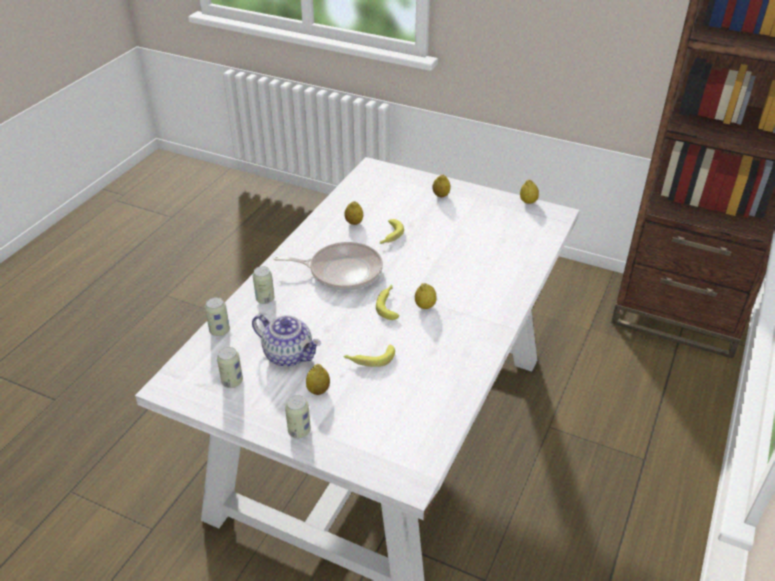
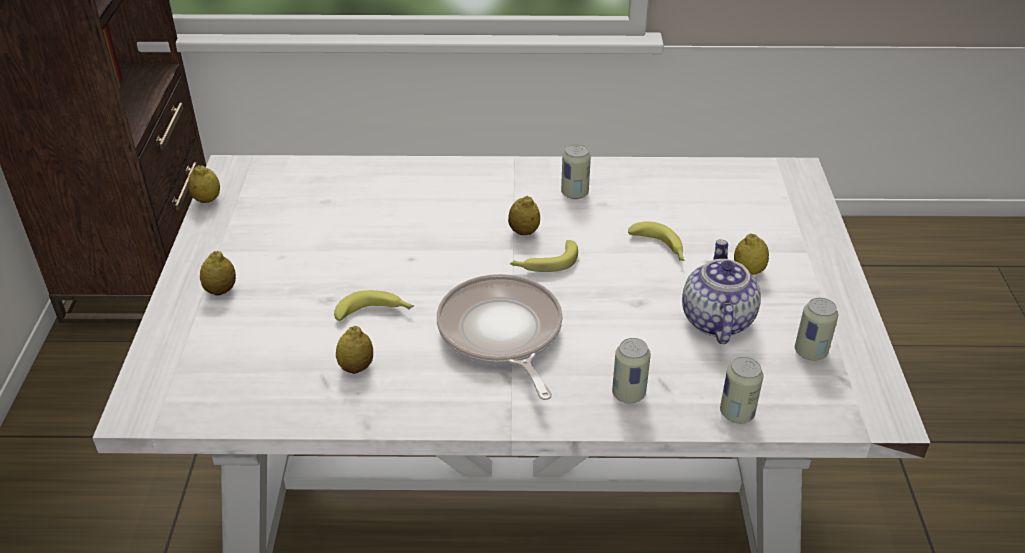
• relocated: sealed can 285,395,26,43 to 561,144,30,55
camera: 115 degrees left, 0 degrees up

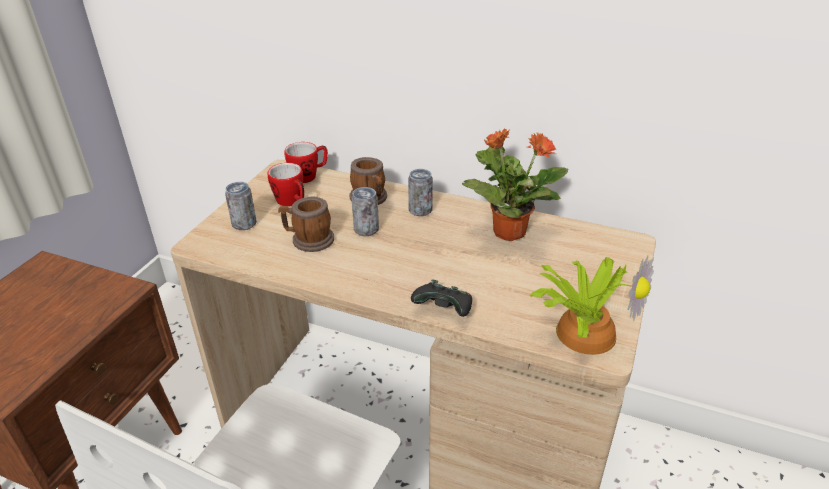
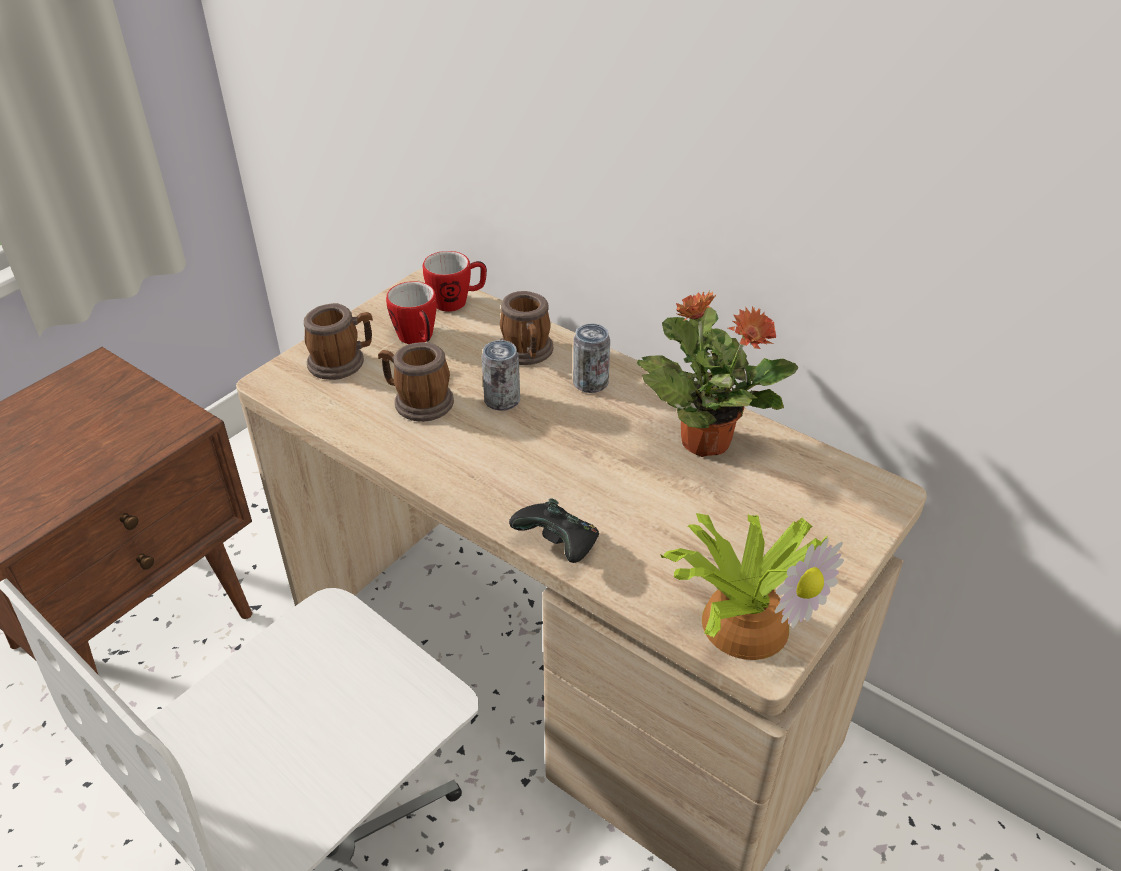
• exchanged: sealed can 225,182,32,48 to coffee mug 304,303,69,77
camera: 15 degrees right, 5 degrees up

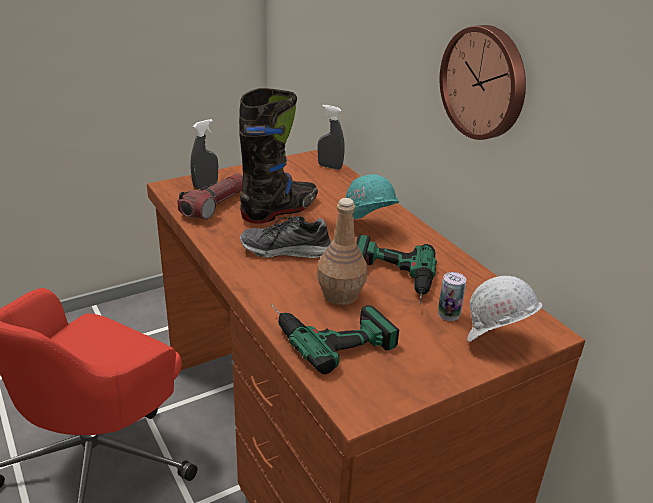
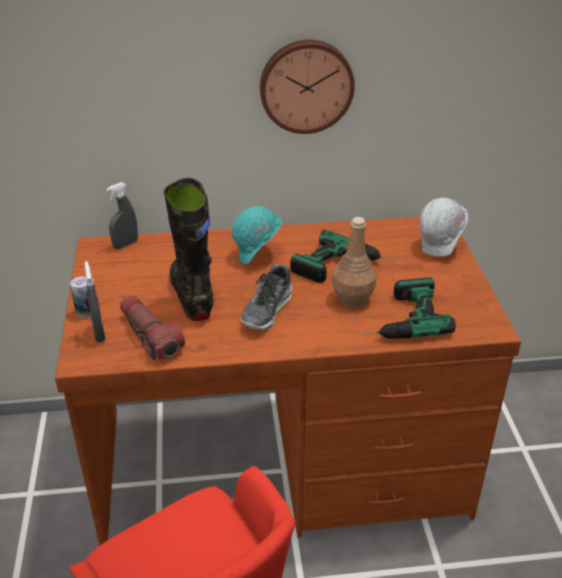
• relocated: sealed can 438,272,28,49 to 70,276,21,42
camera: 65 degrees left, 5 degrees up

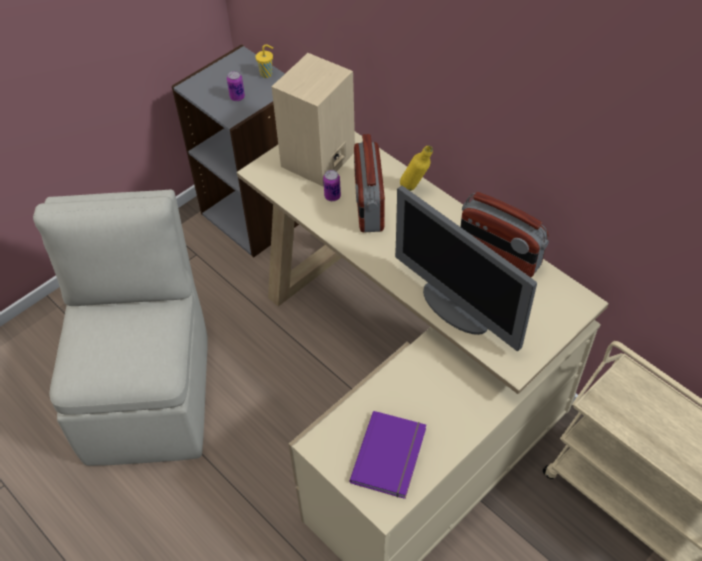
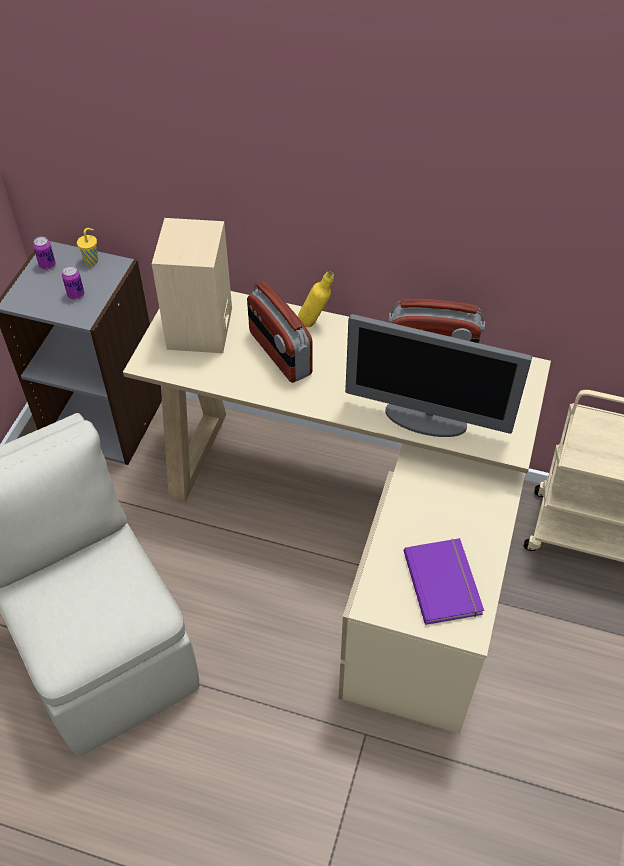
• relocated: sealed can 323,170,18,31 to 33,236,23,34
camera: 30 degrees left, 0 degrees up

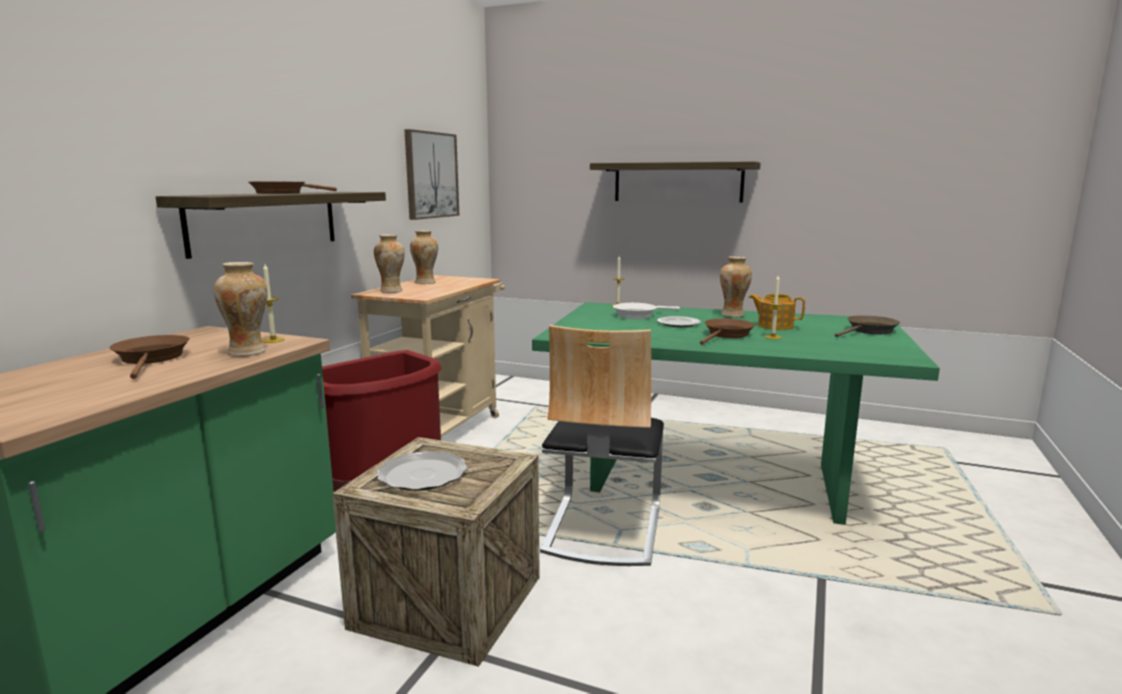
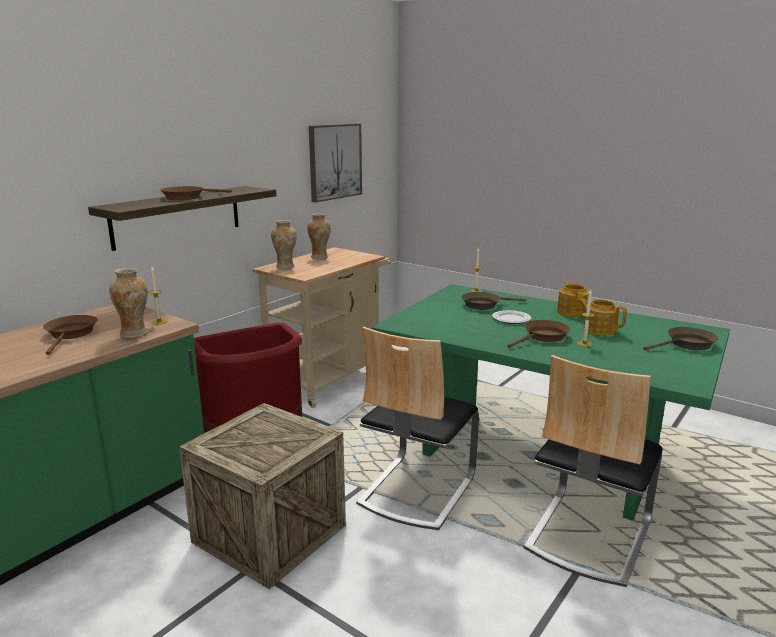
• missing: wall shelf 590,161,171,42
• exchanged: decorative vase 720,256,32,61 to tea pot 557,281,32,36
• colour: skillet (white-coloured) 613,303,67,16 to skillet (brown-coloured) 461,292,66,18
• missing: flat dish 377,451,91,40
• appeared: plain chair 524,355,139,232
camera: 15 degrees right, 5 degrees up

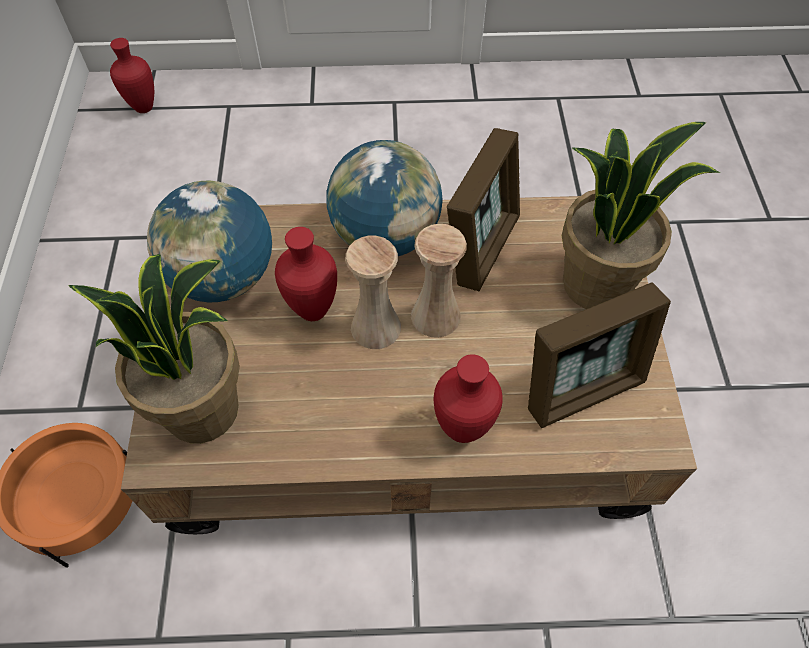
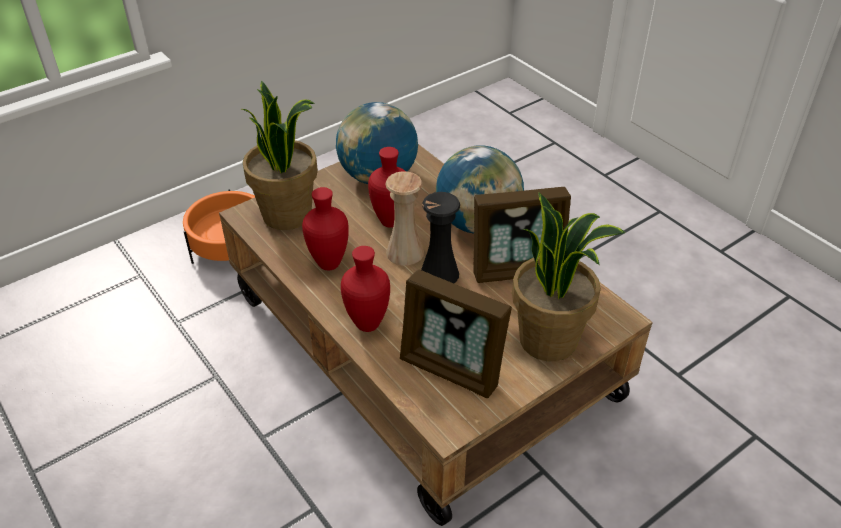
• relocated: decorative vase (red) 110,38,44,75 to 302,187,47,83
• colour: decorative vase (beige) 411,224,56,114 to decorative vase (black-coloured) 421,192,39,91
camera: 55 degrees right, 15 degrees down

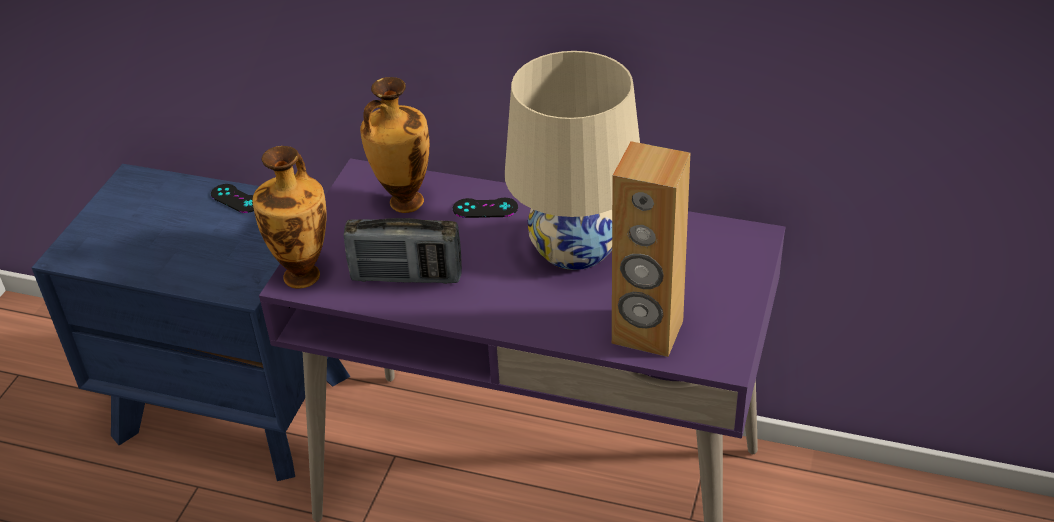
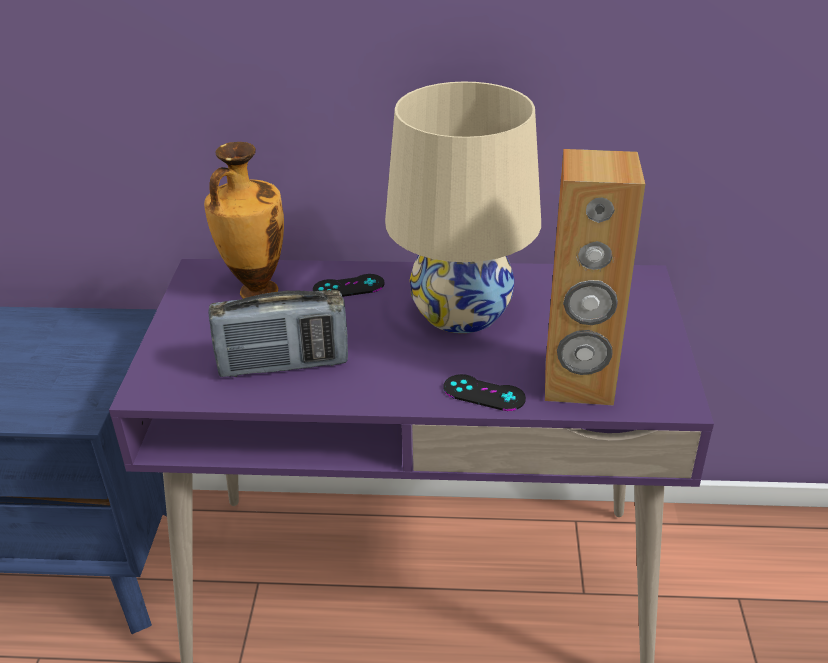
• missing: decorative vase 253,146,74,143
• relocated: joypad (black-coloured) 211,184,43,29 to 444,374,82,37
camera: 15 degrees left, 5 degrees down

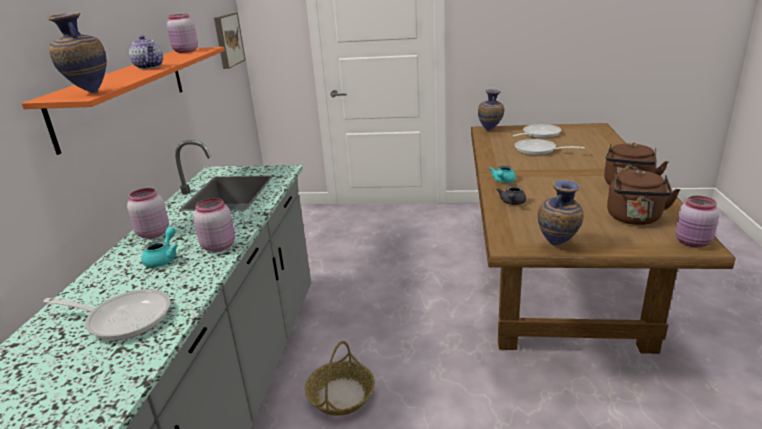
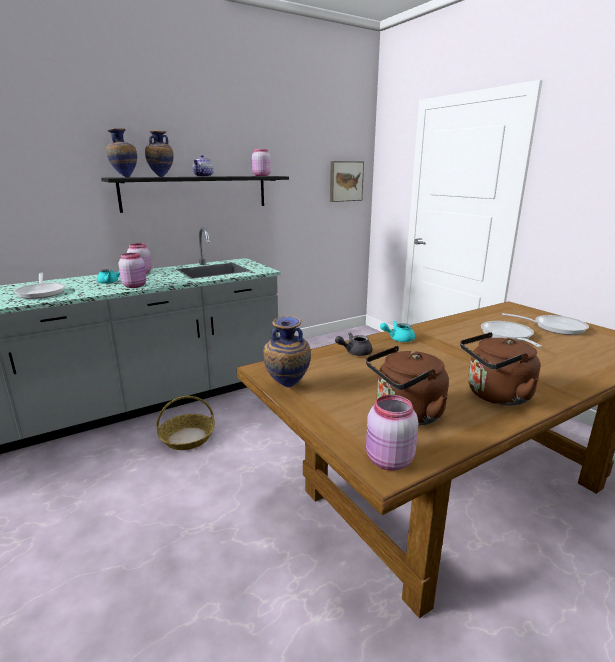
• colour: wall shelf (orange-coloured) 22,47,203,108 to wall shelf (black-coloured) 101,176,188,37
• relocated: decorative vase 478,89,26,42 to 145,130,29,47
camera: 50 degrees right, 5 degrees down

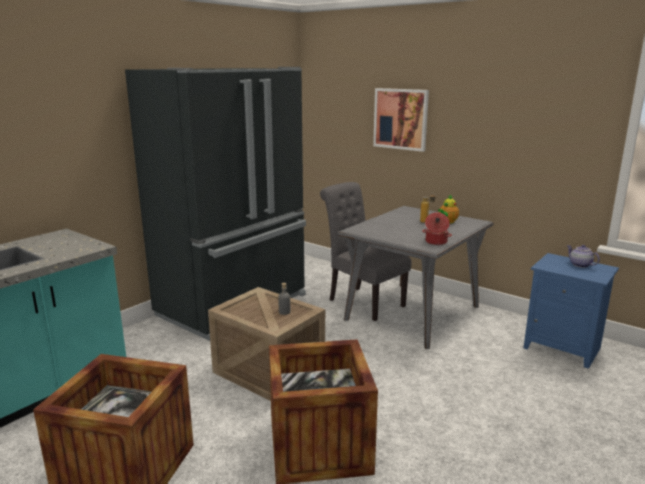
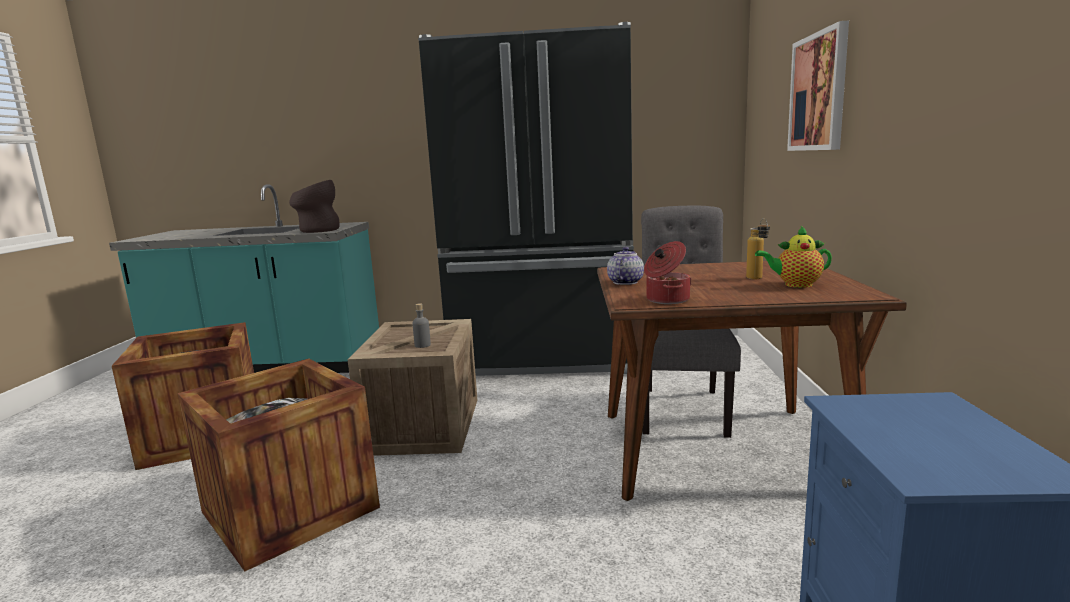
• colour: kitchen table (grey) 338,206,155,143 to kitchen table (brown-coloured) 597,261,310,240
• relocated: tea pot 567,245,33,23 to 607,247,37,38
• appeared: decorative vase (brown-coloured) 289,180,50,53
camera: 55 degrees right, 5 degrees down

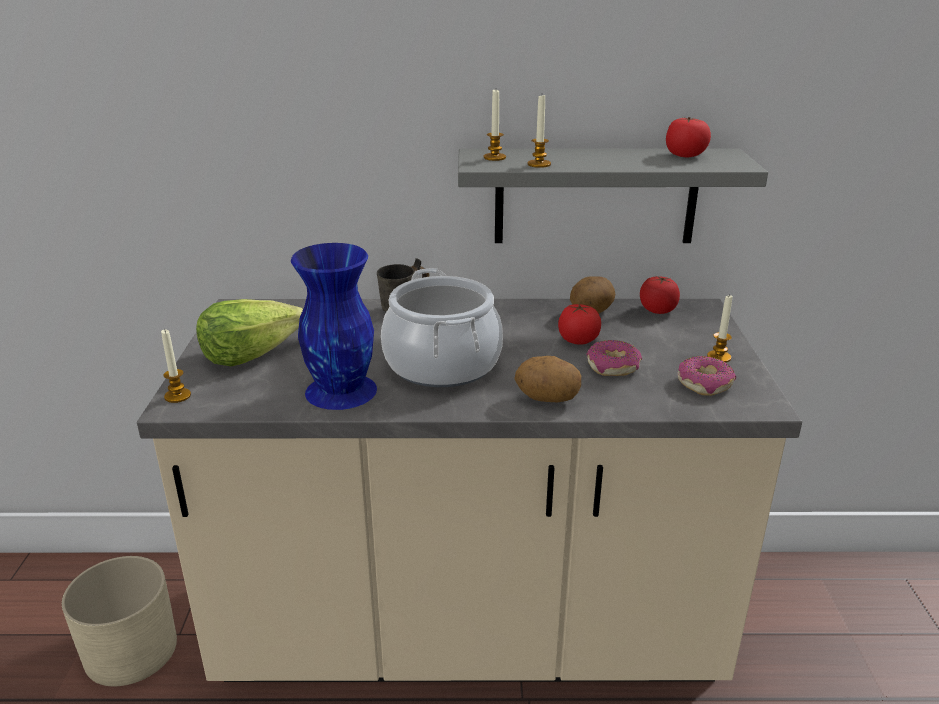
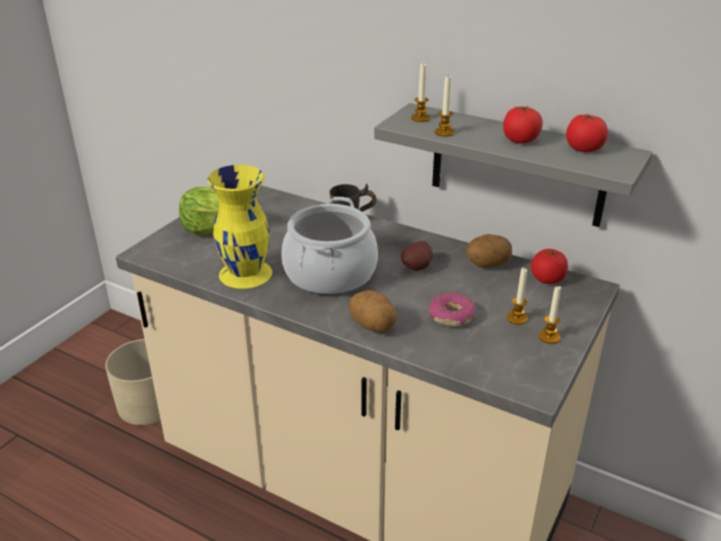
• colour: decorative vase (blue) 291,243,86,167 to decorative vase (yellow) 207,165,65,124
• relocated: tomato 558,303,43,42 to 503,106,40,37
• relocated: wax light 161,329,30,74 to 507,268,21,57
• missing: donut 678,356,58,40
• appeared: potato 401,241,32,30
camera: 30 degrees right, 5 degrees up

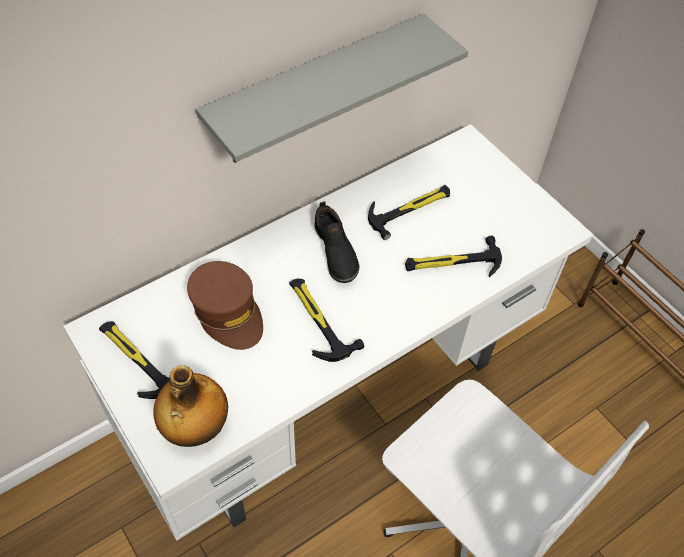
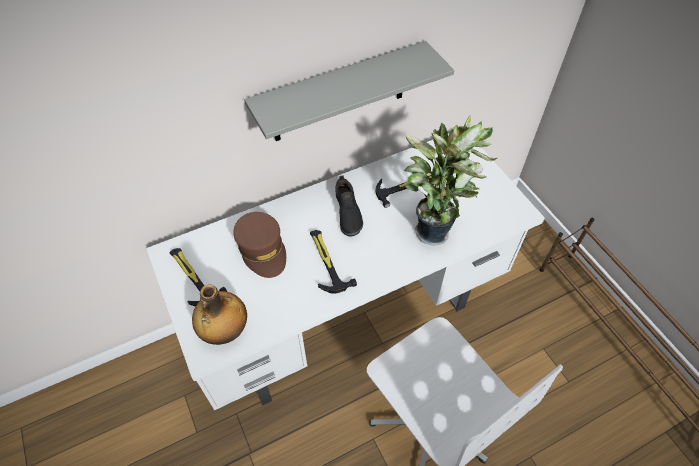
• exchanged: hand hammer 405,236,97,41 to houseplant 404,115,93,131
camera: 10 degrees right, 0 degrees up

